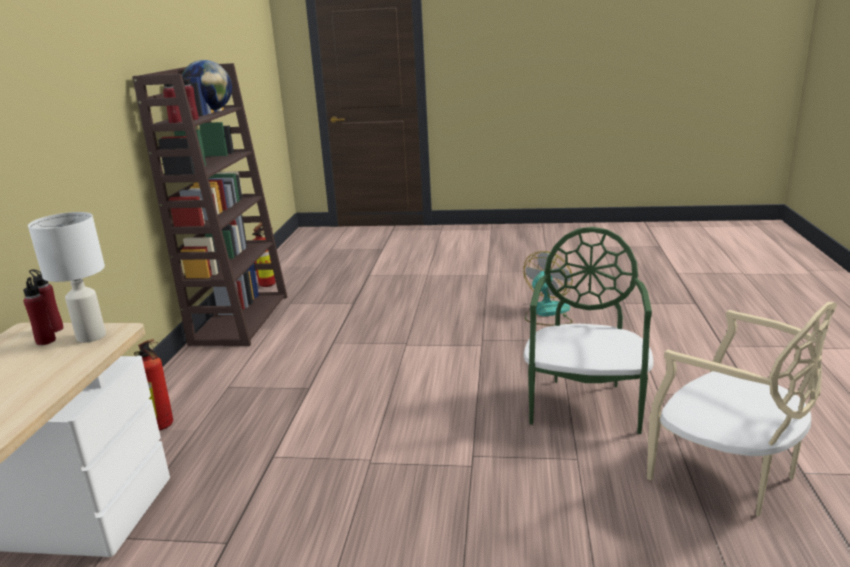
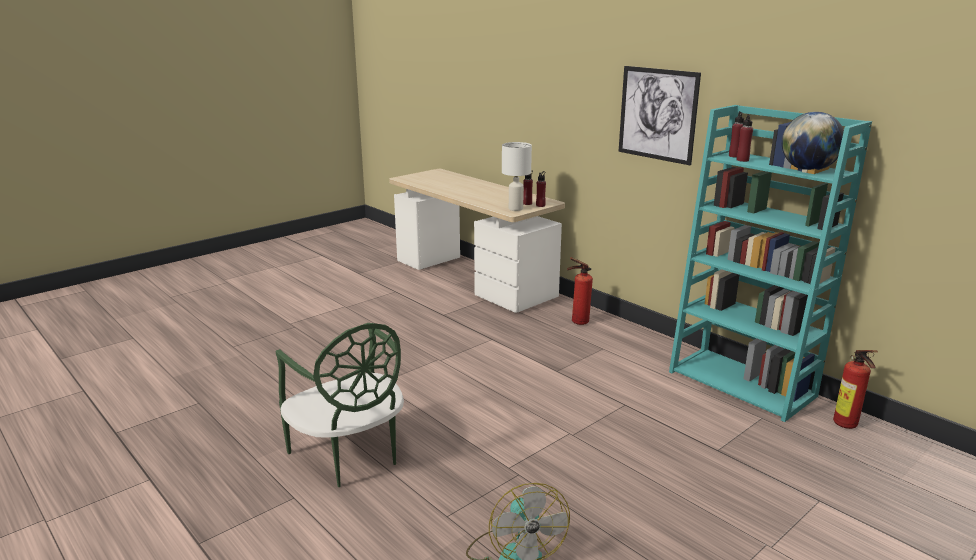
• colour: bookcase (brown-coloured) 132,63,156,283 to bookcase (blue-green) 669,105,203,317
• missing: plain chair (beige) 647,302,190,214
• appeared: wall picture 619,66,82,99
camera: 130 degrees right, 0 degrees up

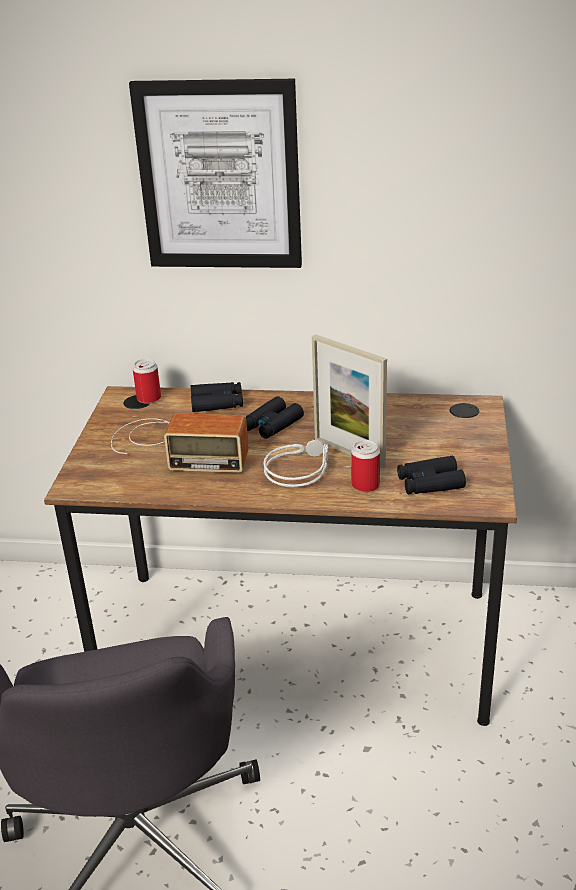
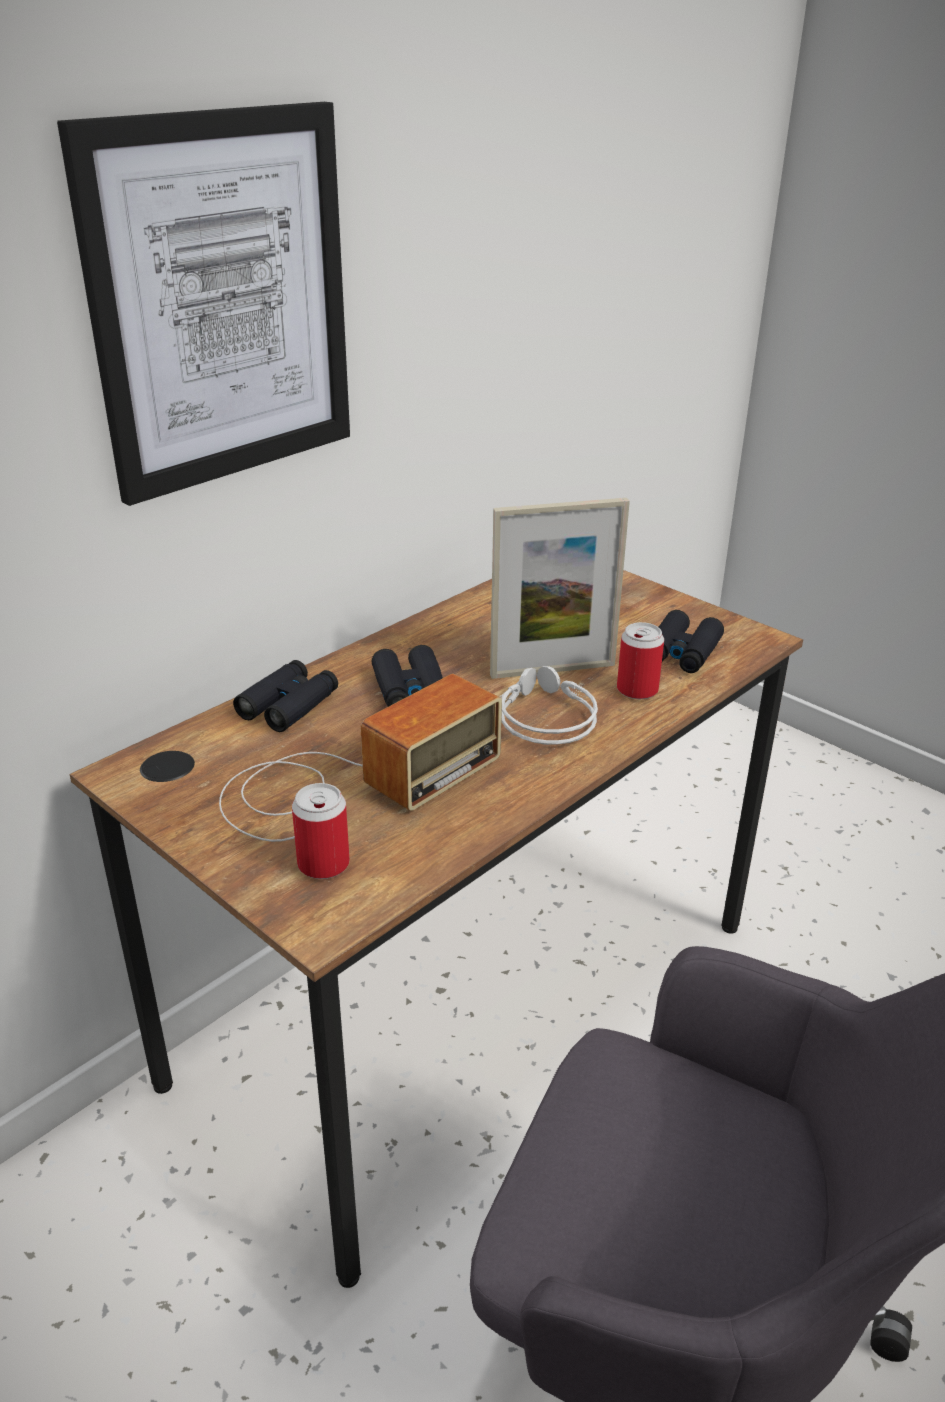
• relocated: sealed can 133,359,28,45 to 292,783,58,96
camera: 55 degrees left, 0 degrees up

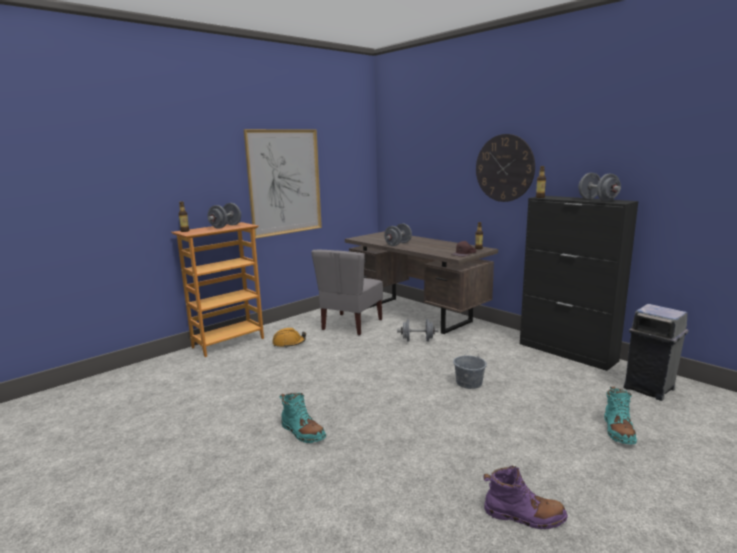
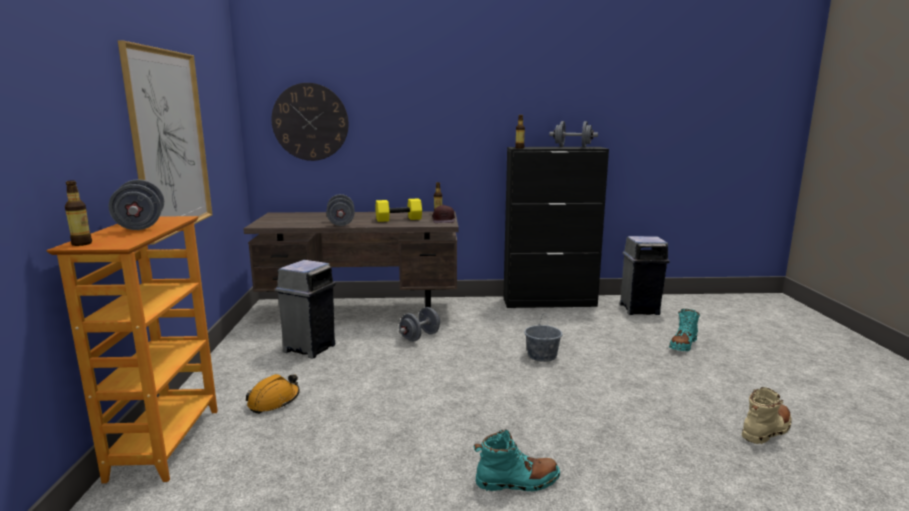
• relocated: wall clock 476,134,59,68 to 272,83,77,78
• exchanged: plain chair (grey) 311,250,72,85 to trash can (grey) 275,260,61,99
• spun: high-top boot (blue-green) 604,386,33,58 = 669,309,31,42 75 degrees clockwise
• colour: high-top boot (purplish) 483,466,85,63 to high-top boot (beige) 742,387,50,57
• appeared: free weight (yellow) 375,198,47,24
camera: 50 degrees left, 0 degrees up

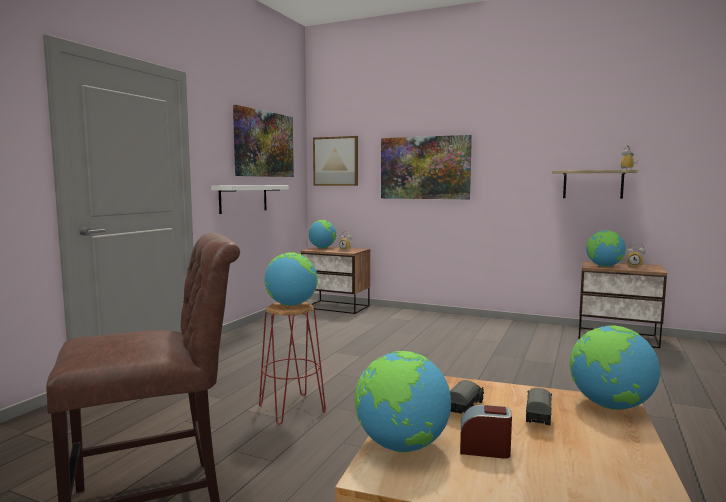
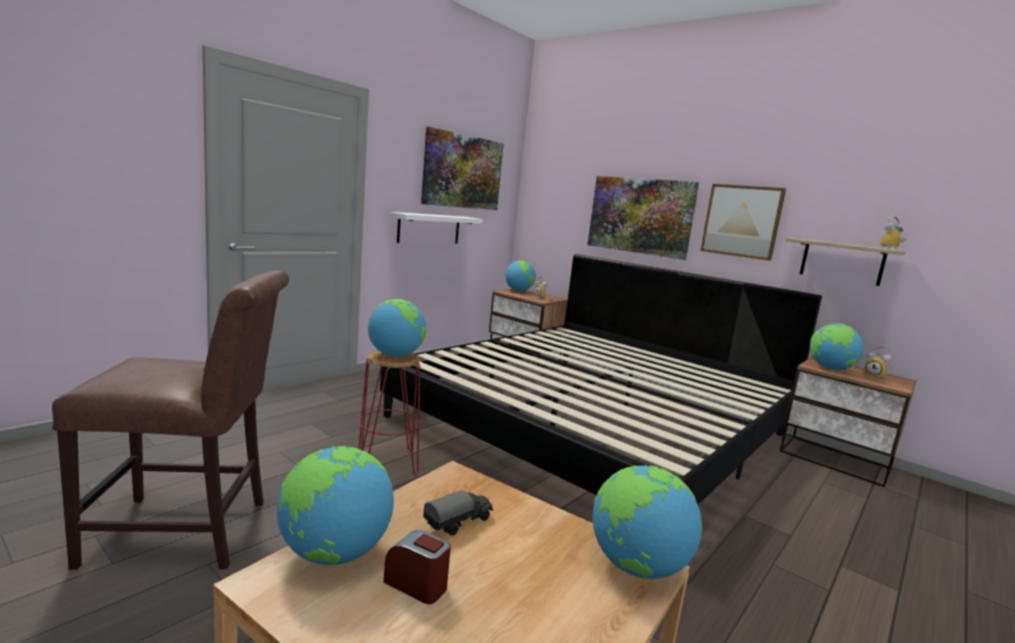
• relocated: wall picture 313,136,45,50 to 700,184,86,77
• missing: toy truck 526,388,26,37
• appeared: bed 380,254,442,251
camera: 15 degrees right, 5 degrees up

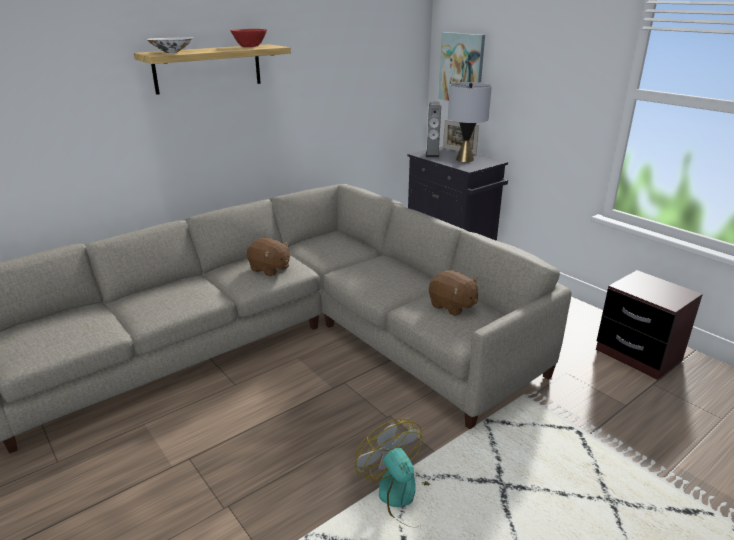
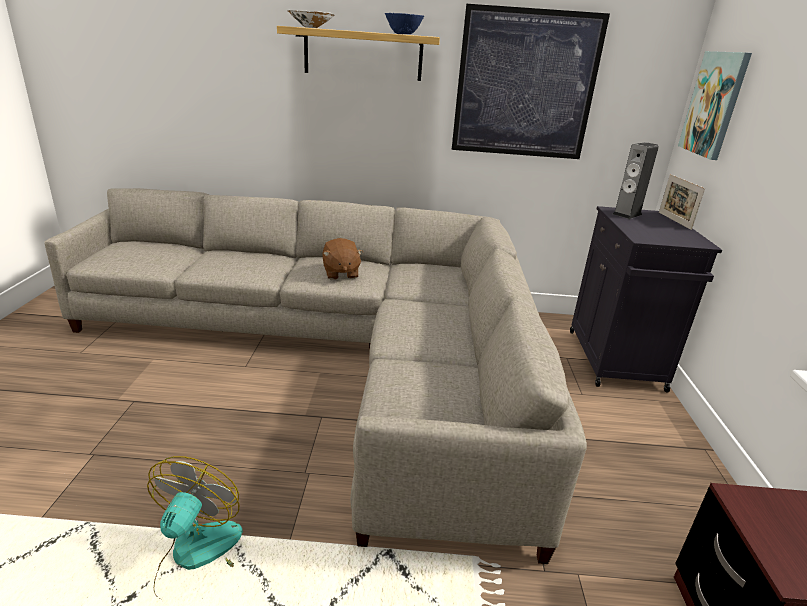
• colour: serving bowl (red) 230,29,37,18 to serving bowl (blue) 385,13,39,21
• missing: table lamp (grey) 448,82,44,80
• missing: soft toy (brown-coloured) 429,270,49,46
• appeared: wall picture 452,4,158,155
camera: 40 degrees right, 0 degrees up

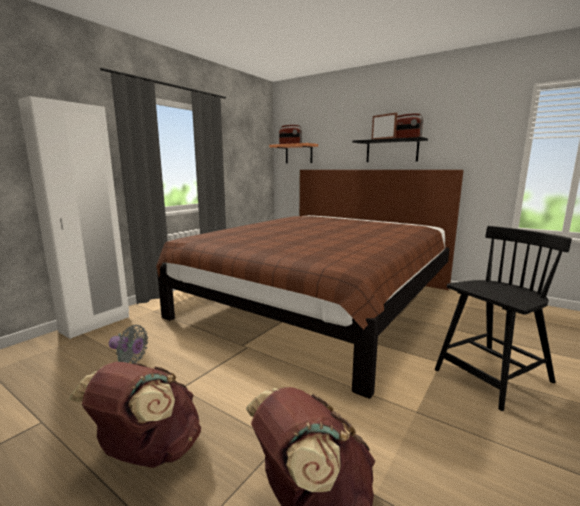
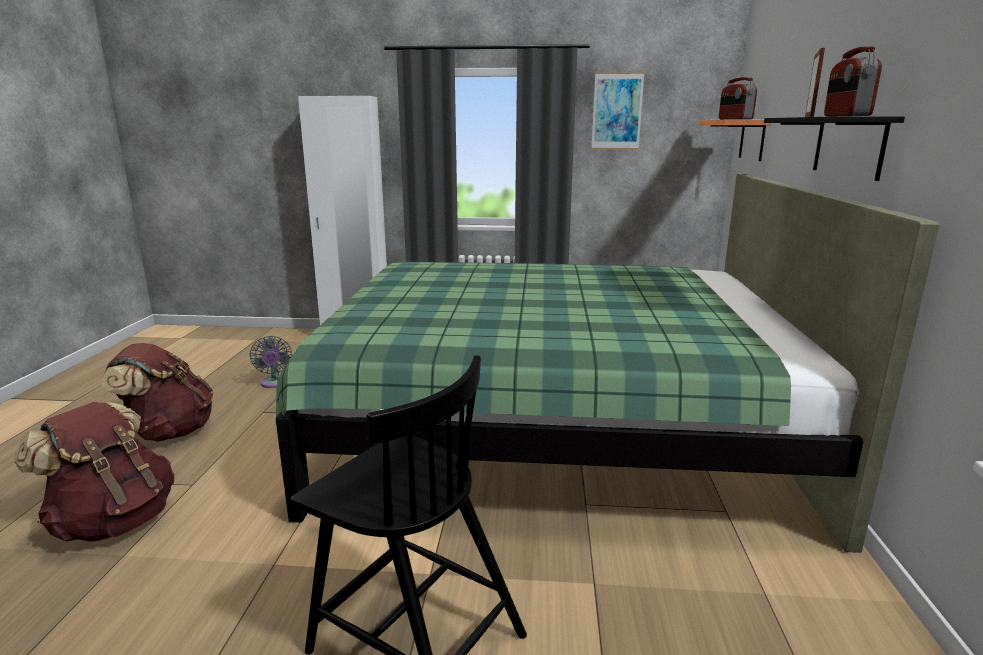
• colour: bed (brown-coloured) 156,170,307,229 to bed (green-coloured) 276,174,664,379
• appeared: wall picture 591,72,54,77
camera: 60 degrees right, 5 degrees up

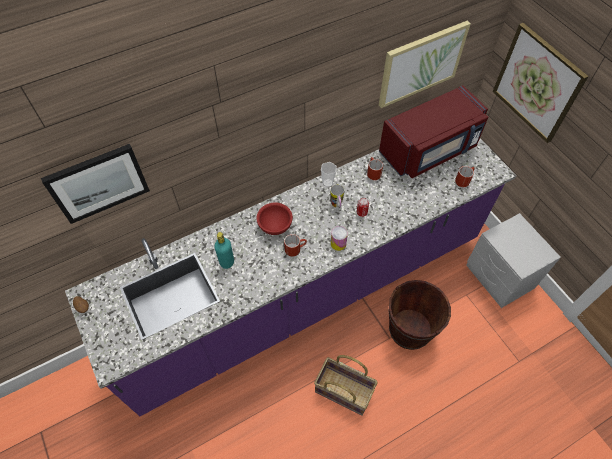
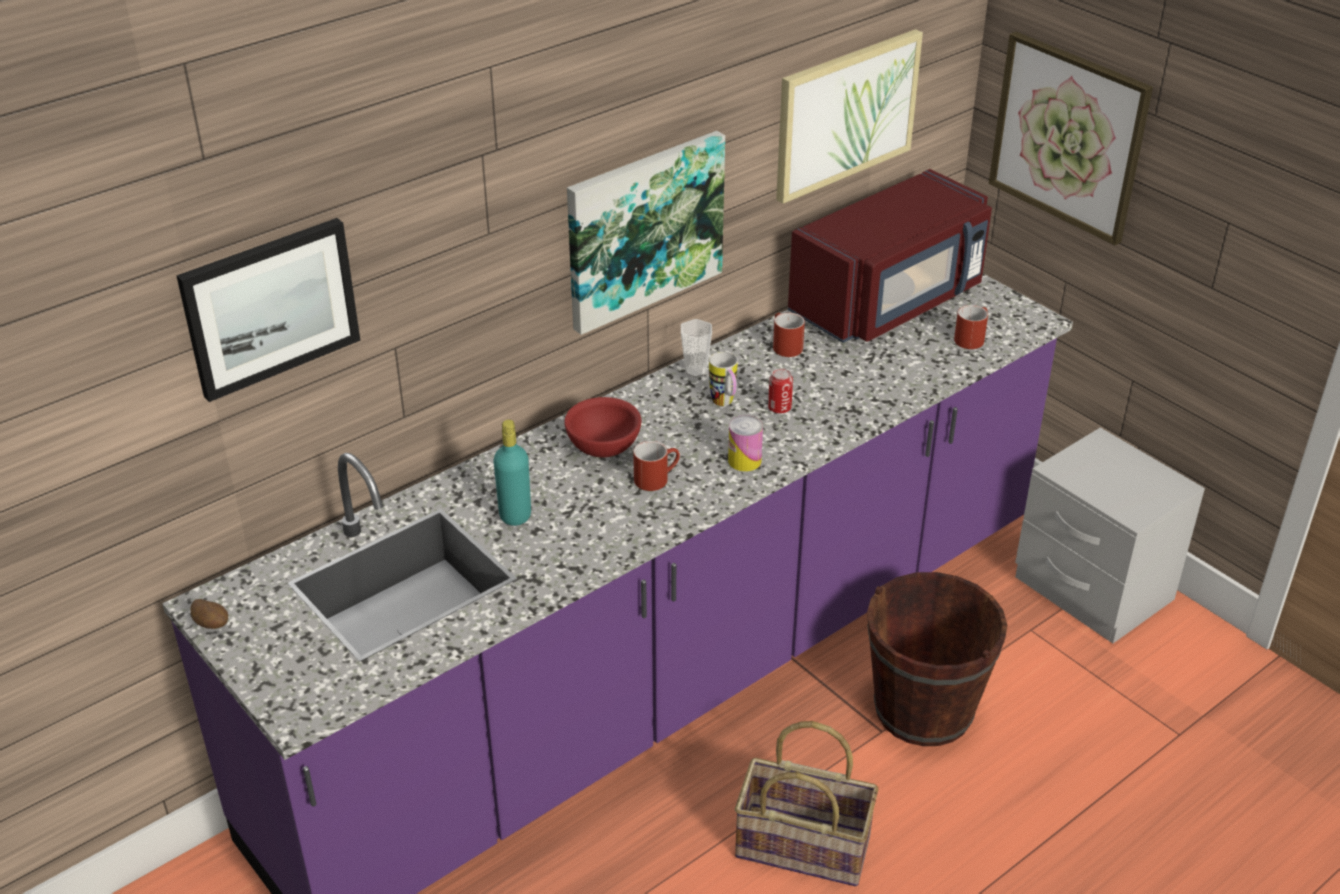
• appeared: wall picture 567,131,158,204
camera: 10 degrees left, 20 degrees down

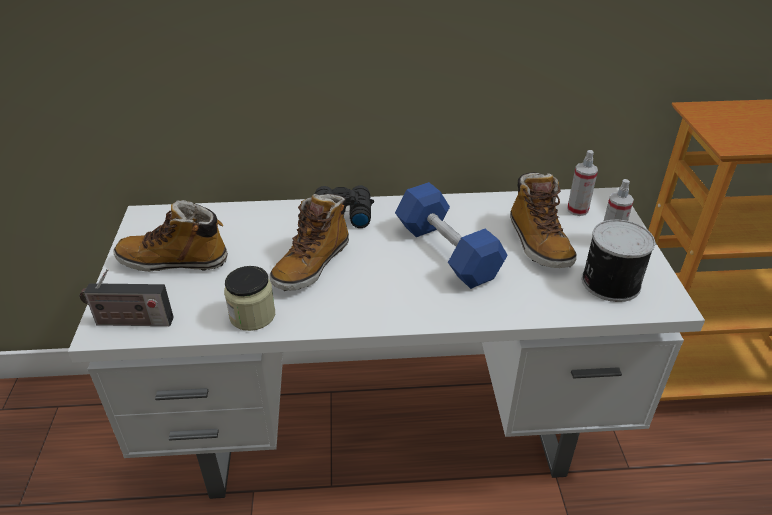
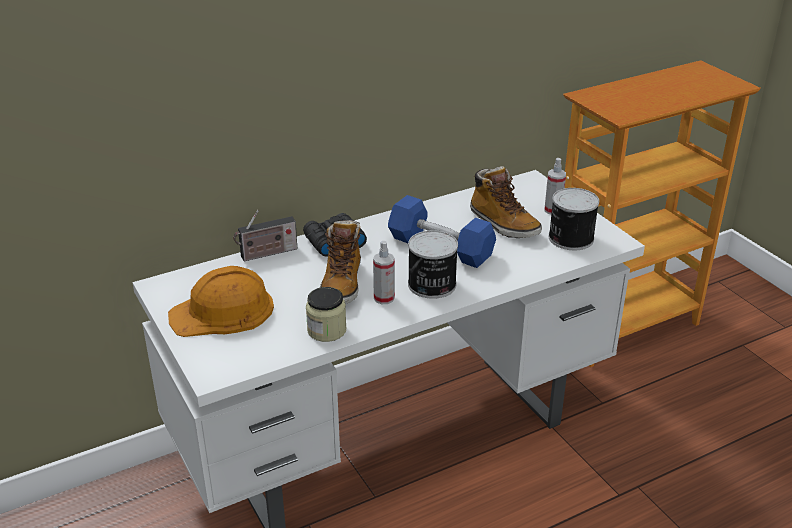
• relocated: spray bottle 567,150,31,66 to 373,241,22,63
• exchanged: high-top boot 113,200,115,72 to safety helmet (orange-coloured) 168,266,106,71
• relocated: radio receiver 79,268,95,58 to 233,210,64,51
• appeared: sealed can 408,230,50,69
camera: 25 degrees left, 5 degrees down

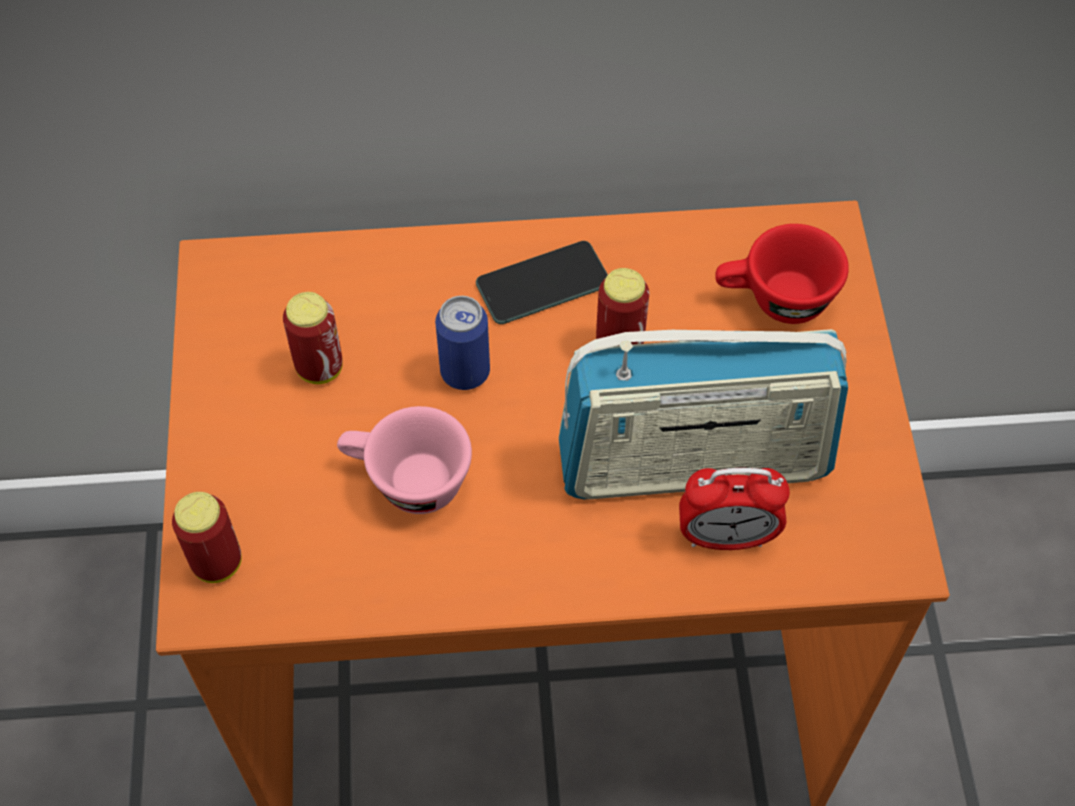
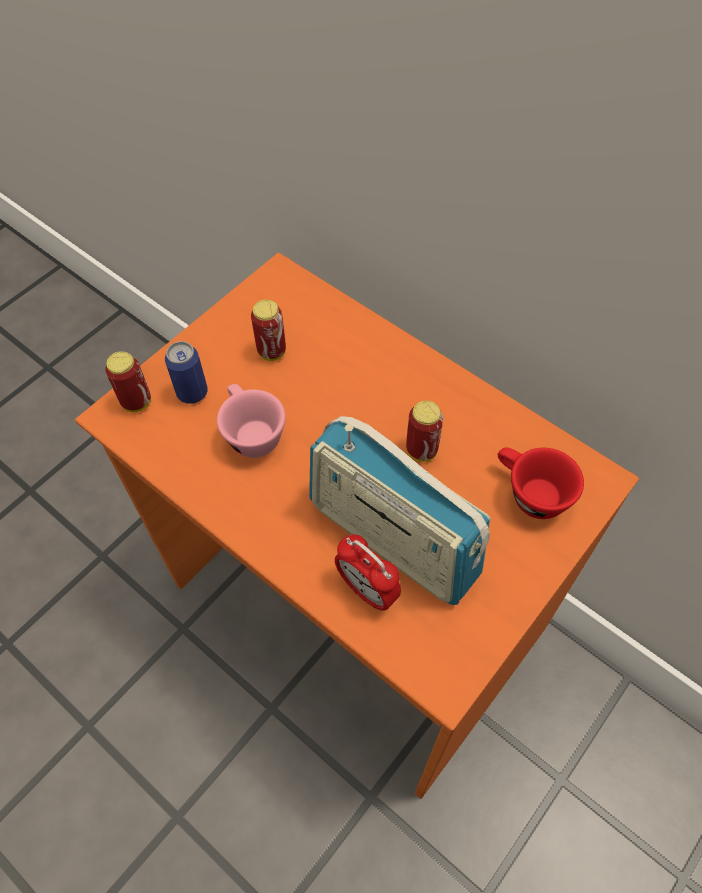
• missing: handset 476,241,132,83
• relocated: sealed can 435,296,55,94 to 165,341,43,63
camera: 45 degrees right, 0 degrees up

